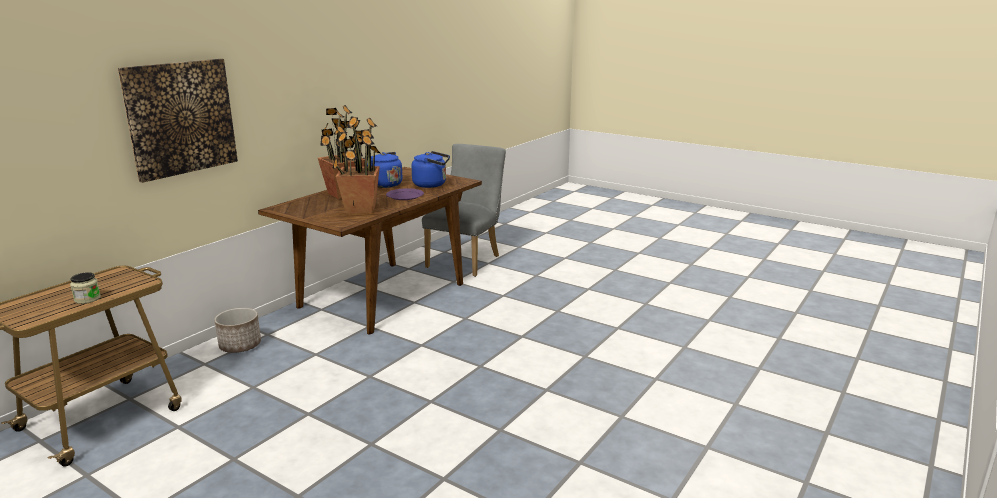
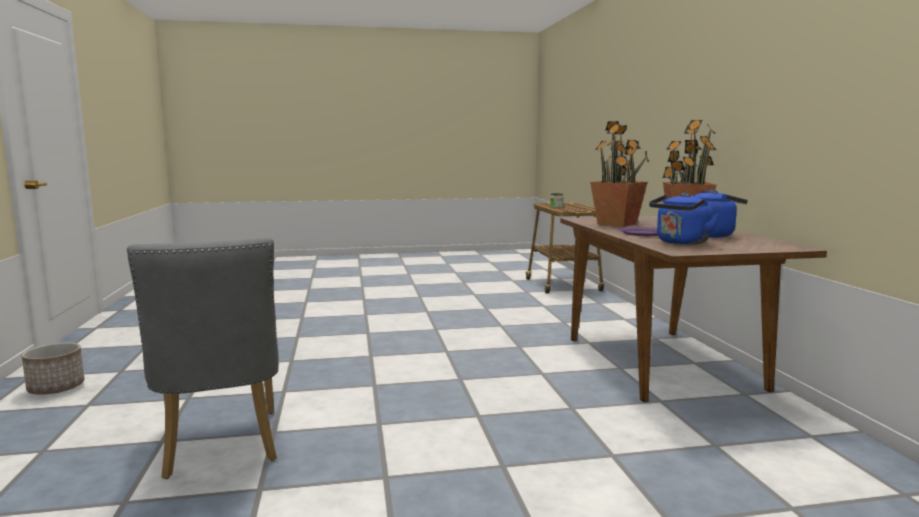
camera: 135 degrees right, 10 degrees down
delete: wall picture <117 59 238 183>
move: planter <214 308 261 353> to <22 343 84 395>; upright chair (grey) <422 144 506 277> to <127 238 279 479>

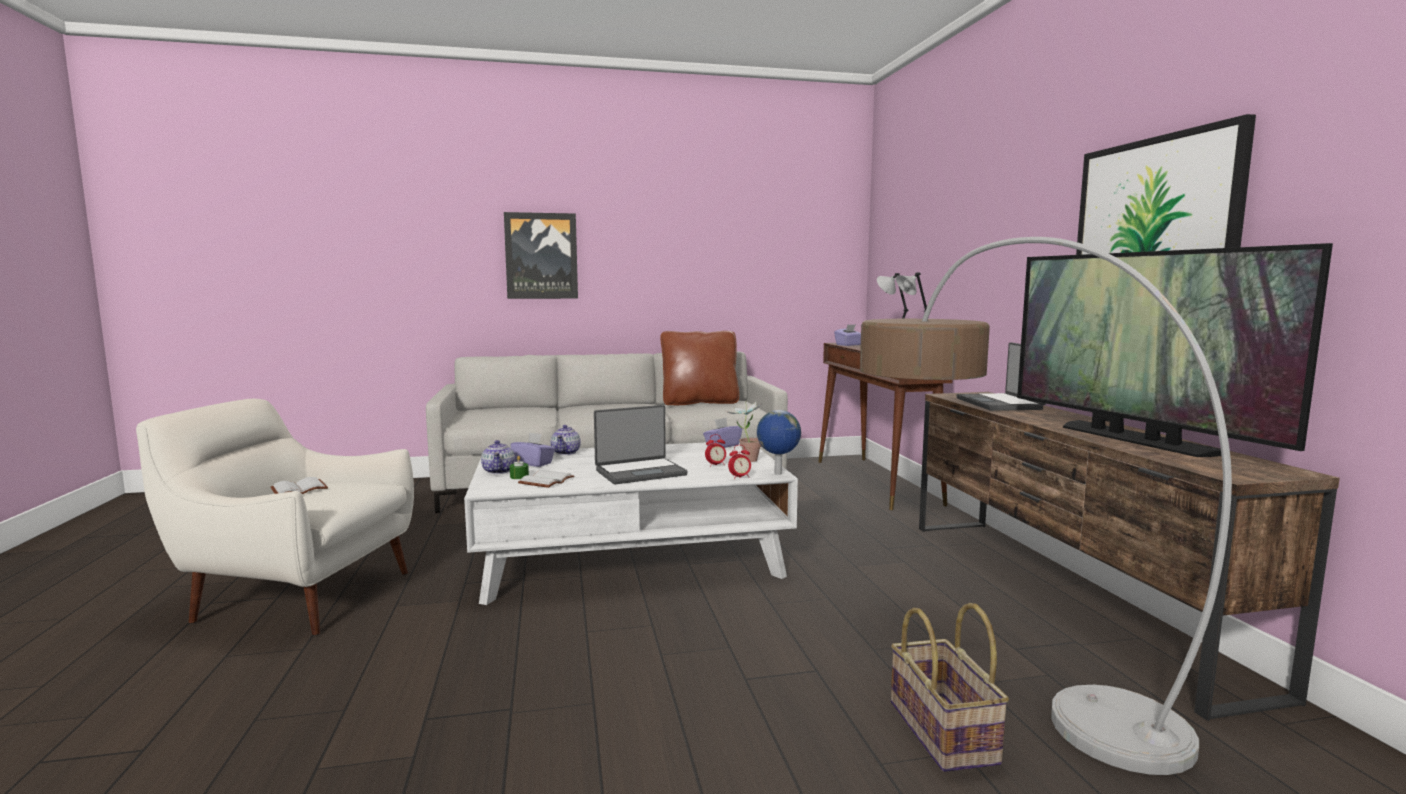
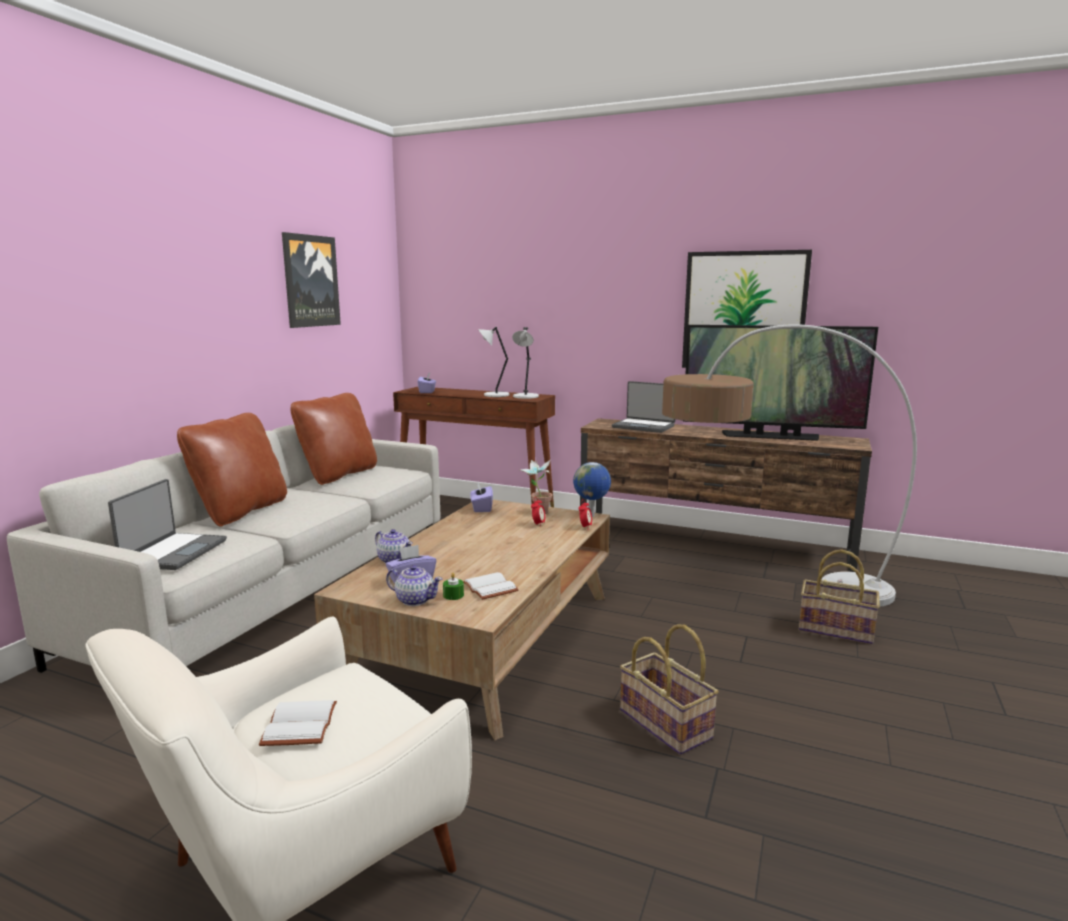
camera: 55 degrees left, 5 degrees up
insert: cushion (brownish) <177 413 287 527>; basket <620 624 719 755>
move: wall picture <504 212 578 299> to <282 232 341 328>; notebook computer <594 405 688 484> to <108 479 227 570>
recolor: coffee table (white-coloured) <464 442 798 605> to coffee table (brownish) <314 500 610 740>

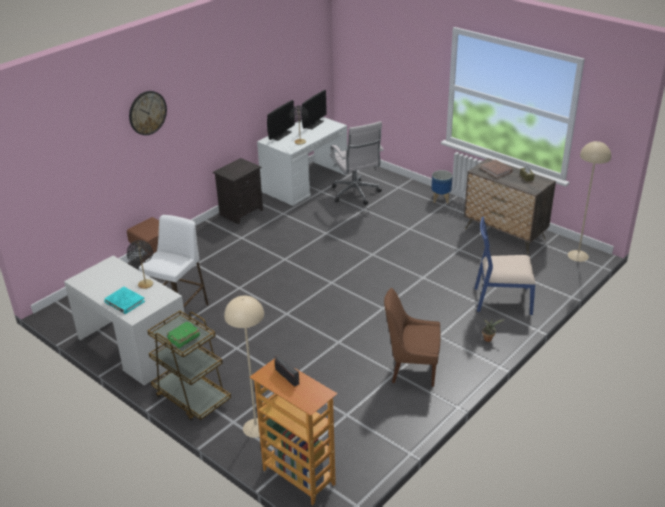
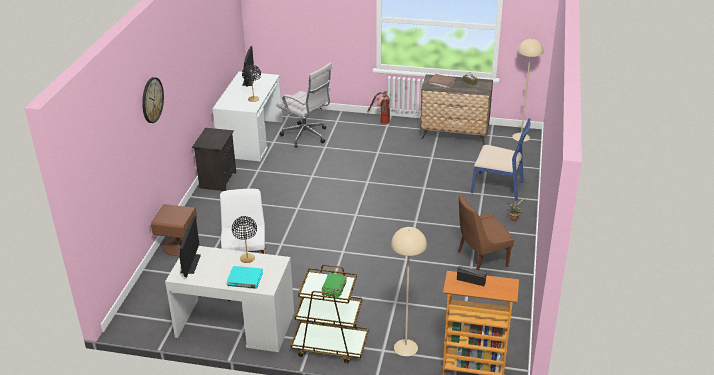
camera: 30 degrees left, 0 degrees up
move: computer screen <267 100 295 141> to <180 216 201 277>
replace: planter <431 170 453 204> to extinguisher <367 91 390 124>
rotate: upright chair (blue-coloured) <474 216 536 315> = <471 118 531 200> 135 degrees counterclockwise

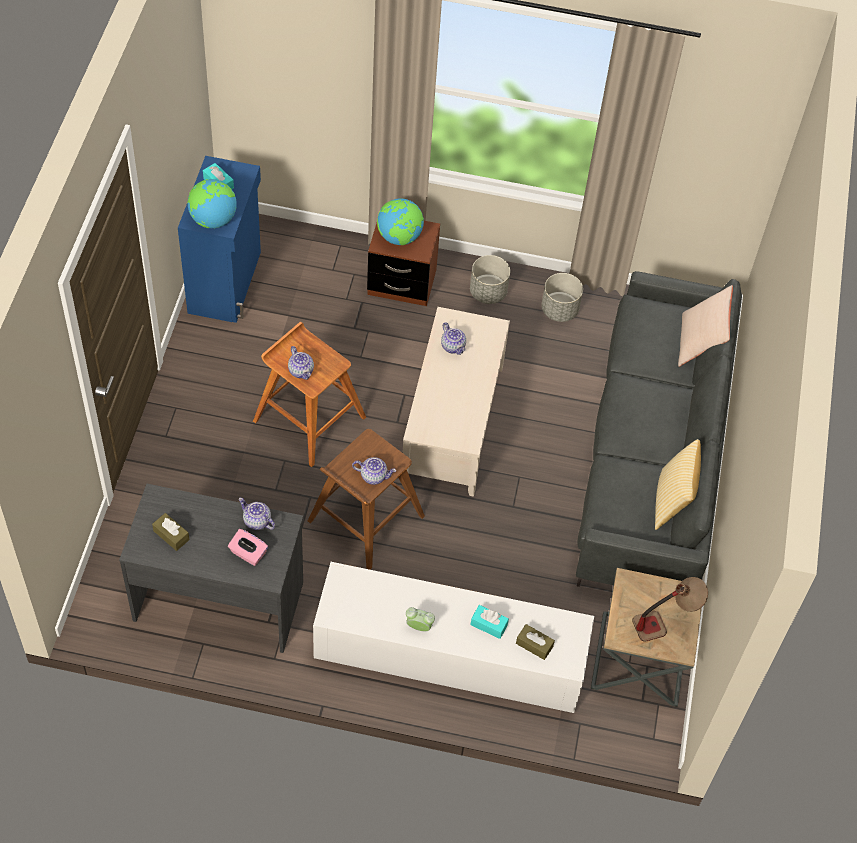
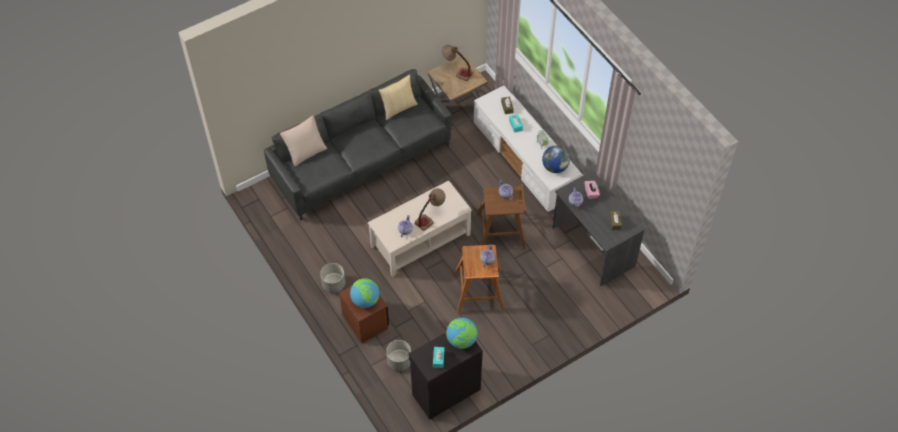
camera: 130 degrees left, 0 degrees up
insert: table lamp <415 188 445 231>; globe <542 146 570 173>
move: planter (grey) <542 273 583 322> to <386 340 411 371>
recolor: storage cabinet (blue-coloured) <178 156 261 323> to storage cabinet (black-coloured) <409 333 483 420>

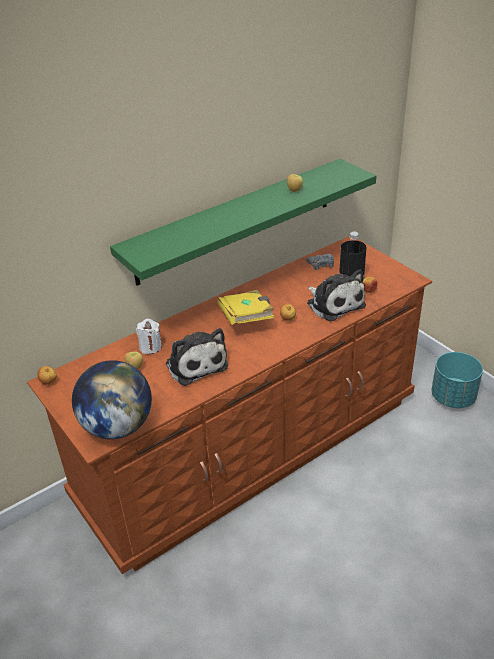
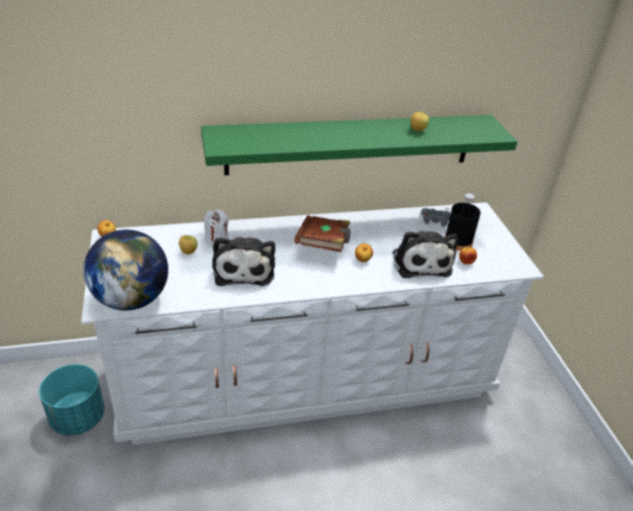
camera: 20 degrees right, 0 degrees up
move: planter (blue-green) <432 352 483 408> to <39 364 105 435>
recolor: dresser (brownish) <27 236 432 574> to dresser (white-coloured) <81 202 544 445>; bound book (yellowish) <217 290 274 325> to bound book (brownish) <294 215 350 252>

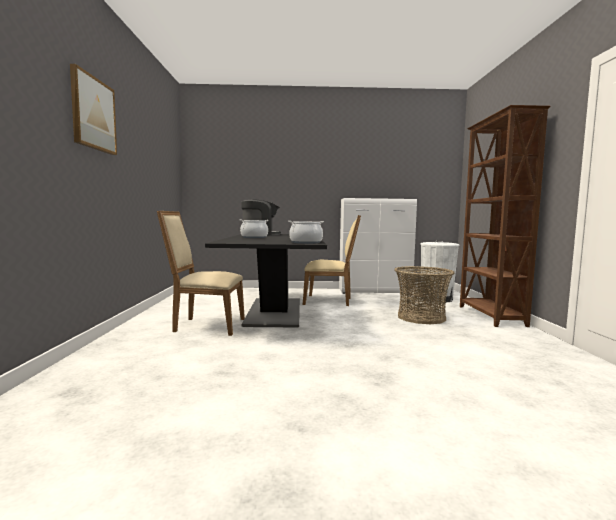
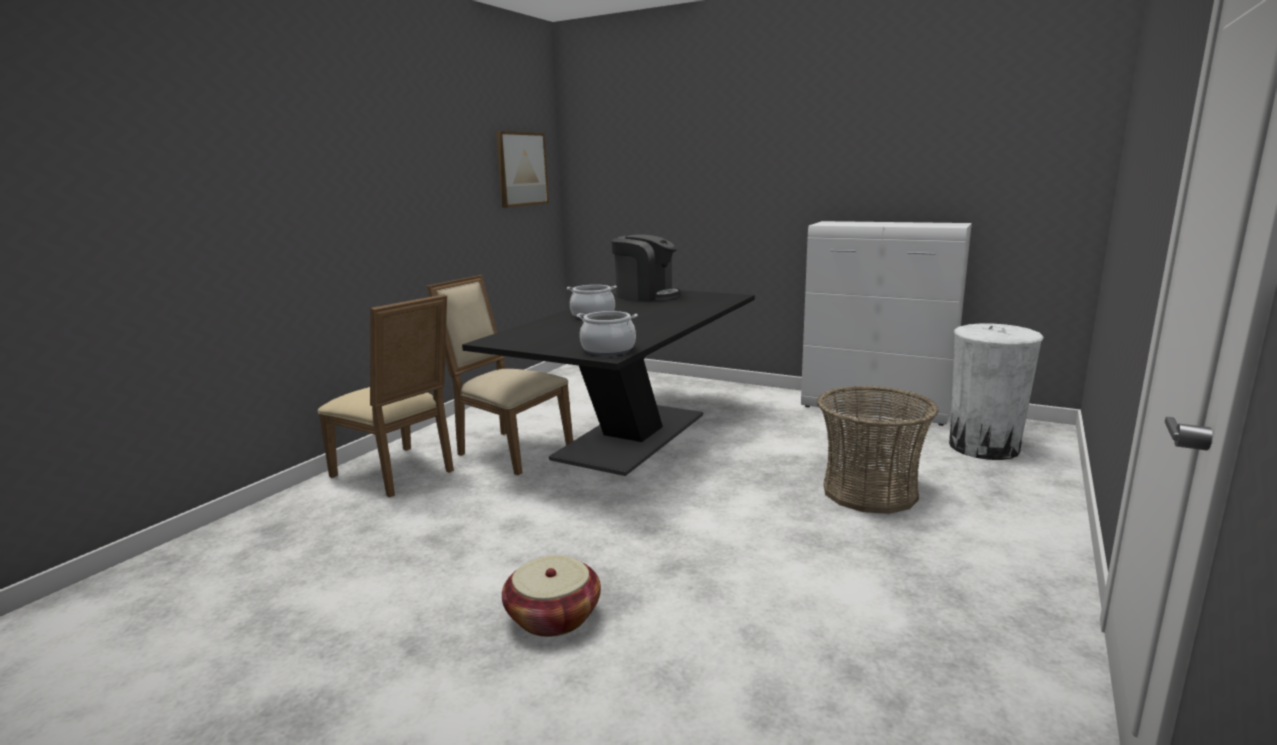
camera: 30 degrees right, 10 degrees up
delete: bookcase (brownish) <460 105 550 327>
insert: basket <502 555 601 637>
move: wall picture <70 64 117 155> to <496 131 549 208>; upright chair (beige-coloured) <303 215 361 306> to <318 294 454 498>

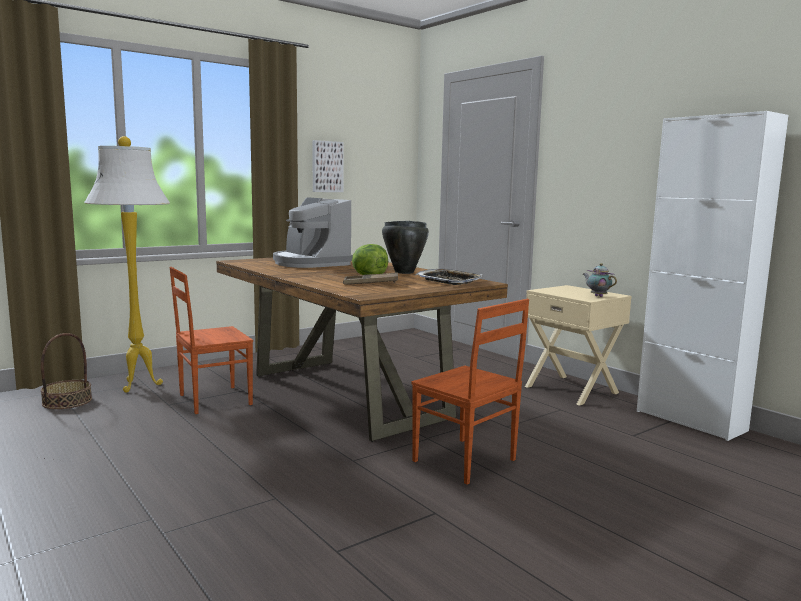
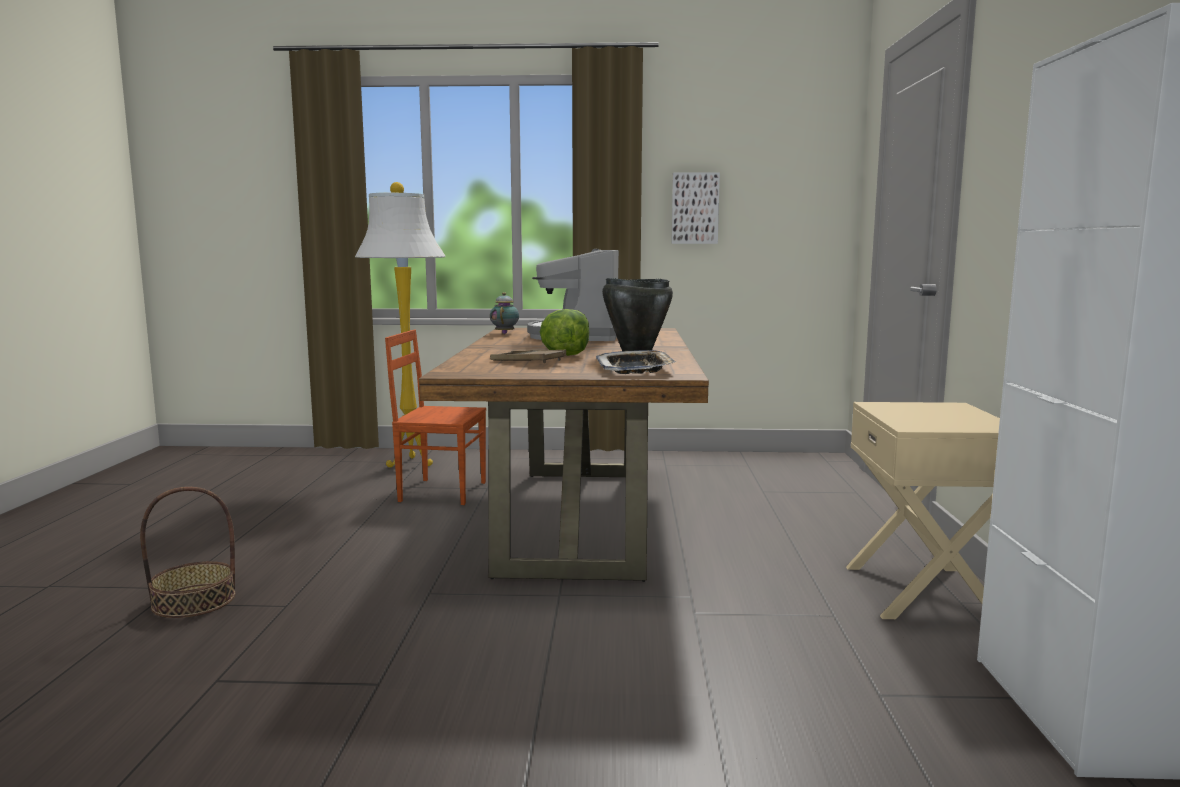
camera: 40 degrees right, 0 degrees up
delete: upright chair (brownish) <411 299 529 484>
move: basket <40 333 92 409> to <140 487 236 618>; teapot <583 263 617 297> to <490 292 519 334>

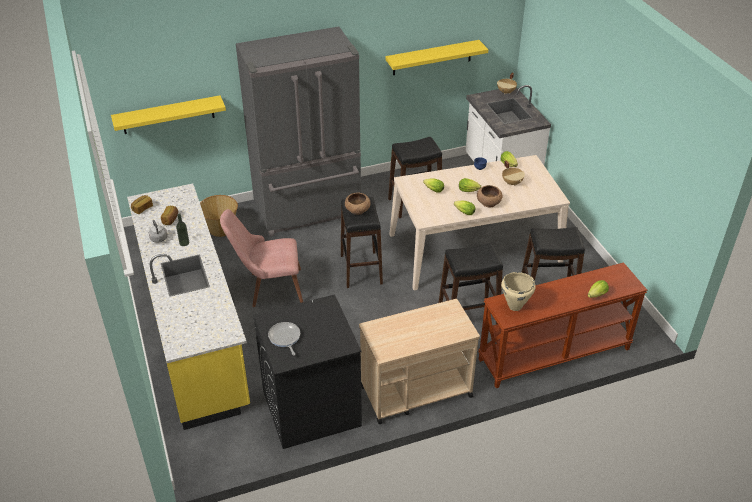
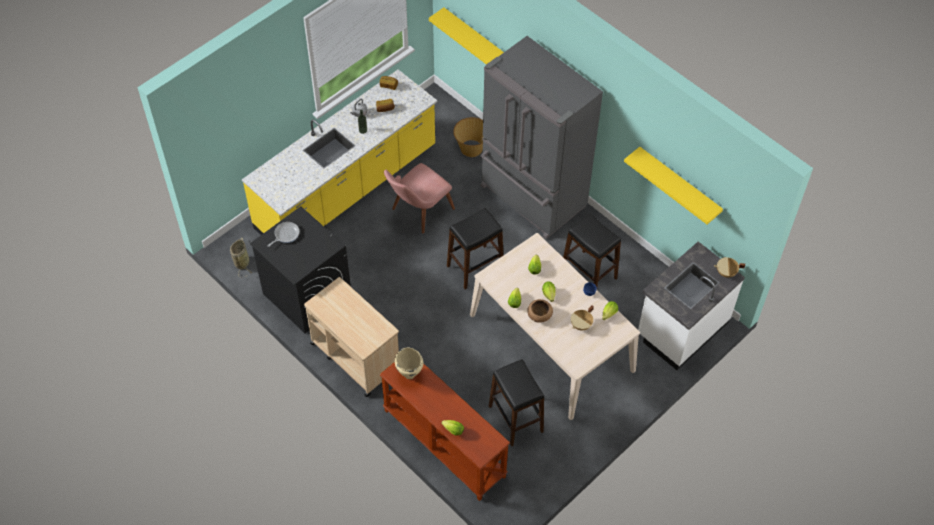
camera: 65 degrees right, 15 degrees up
delete: deep dish (brownish) <345 193 371 215>; stool (black-coloured) <438 243 503 324>
insert: basket <230 238 253 278>
rotate: upright chair (pinkish) <220 209 303 307> = <384 163 455 234> 105 degrees counterclockwise

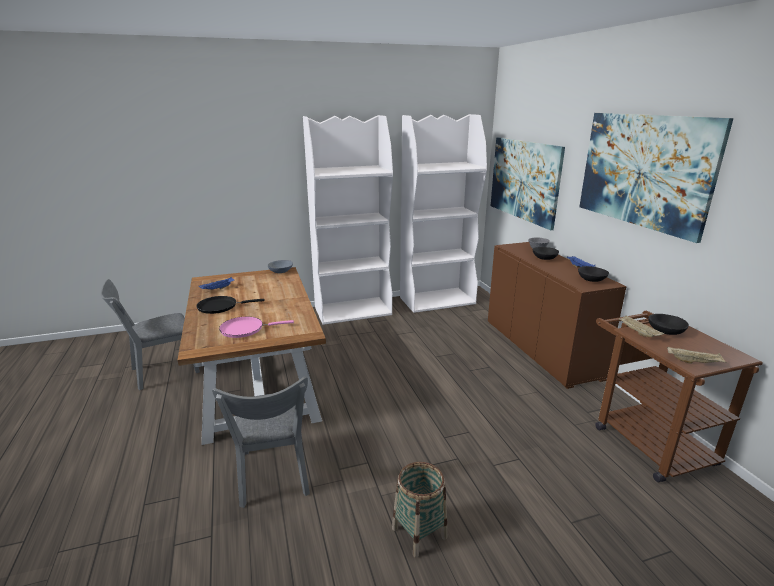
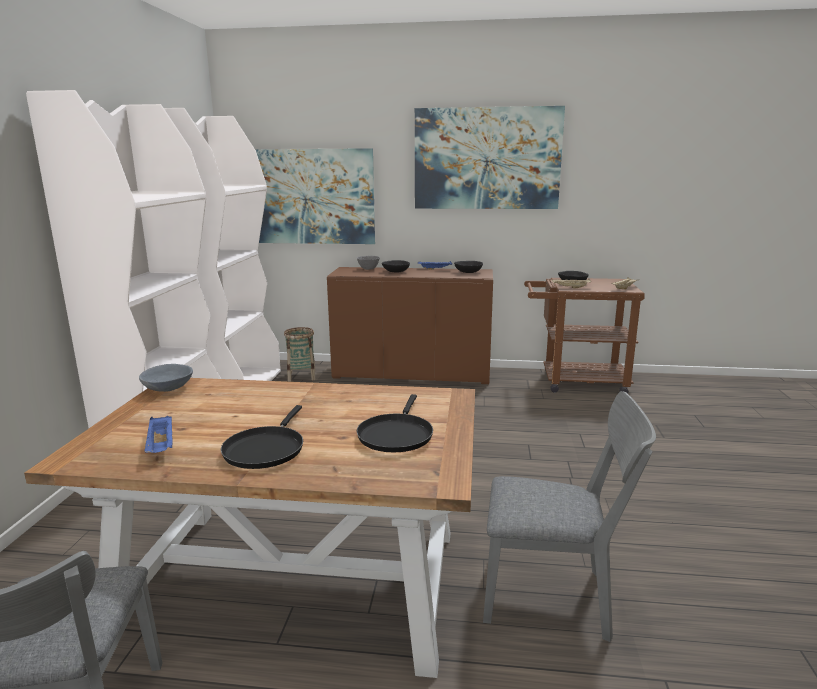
camera: 65 degrees left, 5 degrees down
move: basket <392 462 447 558> to <284 327 316 382>
recolor: pan (pinkish) <219 317 294 338> to pan (black-coloured) <357 394 433 452>

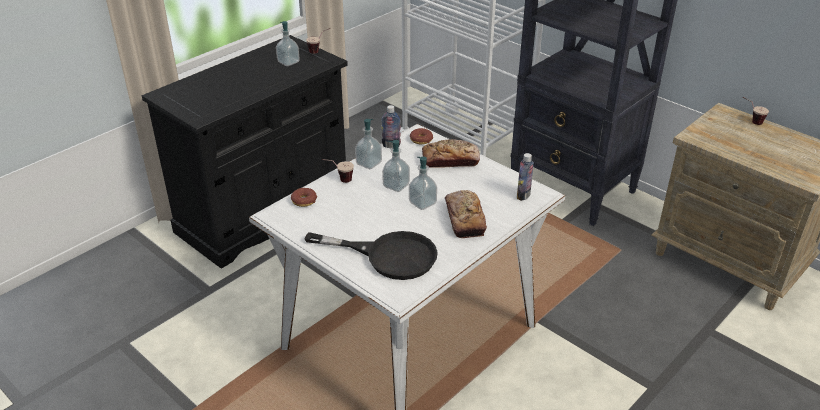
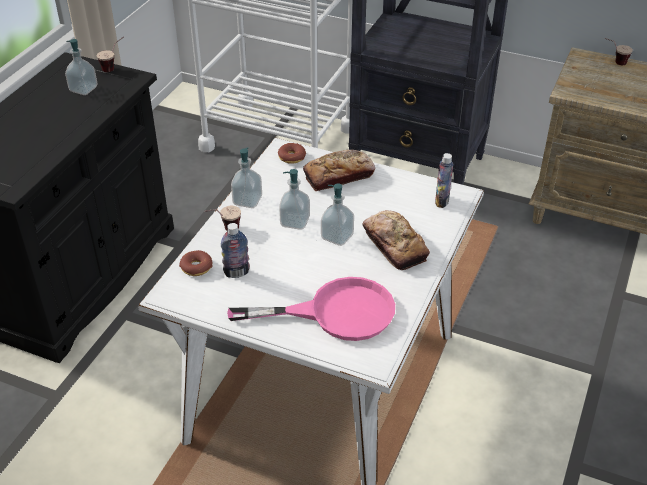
camera: 20 degrees left, 5 degrees up
move: bottle <381 105 401 148> to <221 223 250 278>
recolor: pan (black-coloured) <305 231 438 280> to pan (pinkish) <227 277 395 341>

